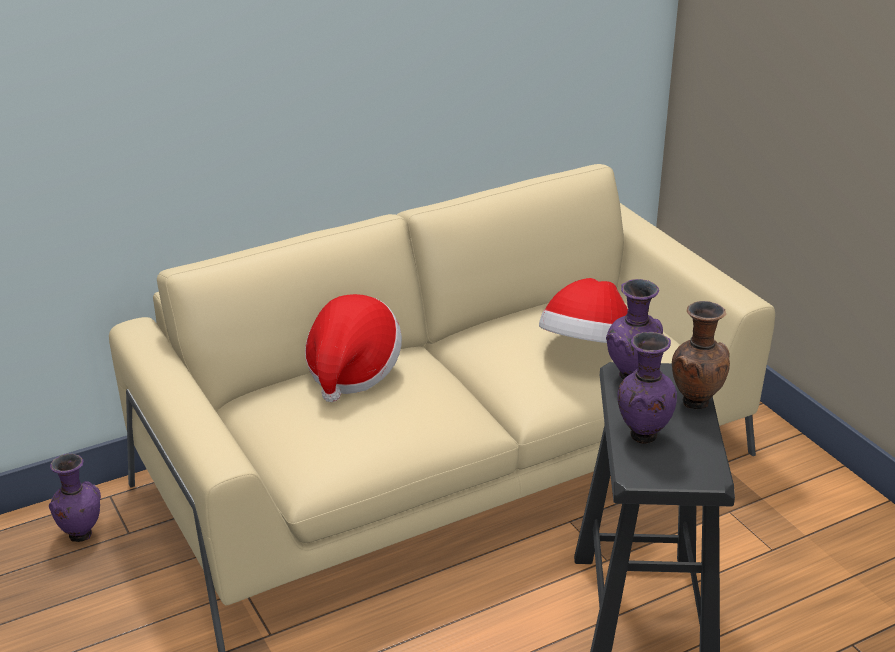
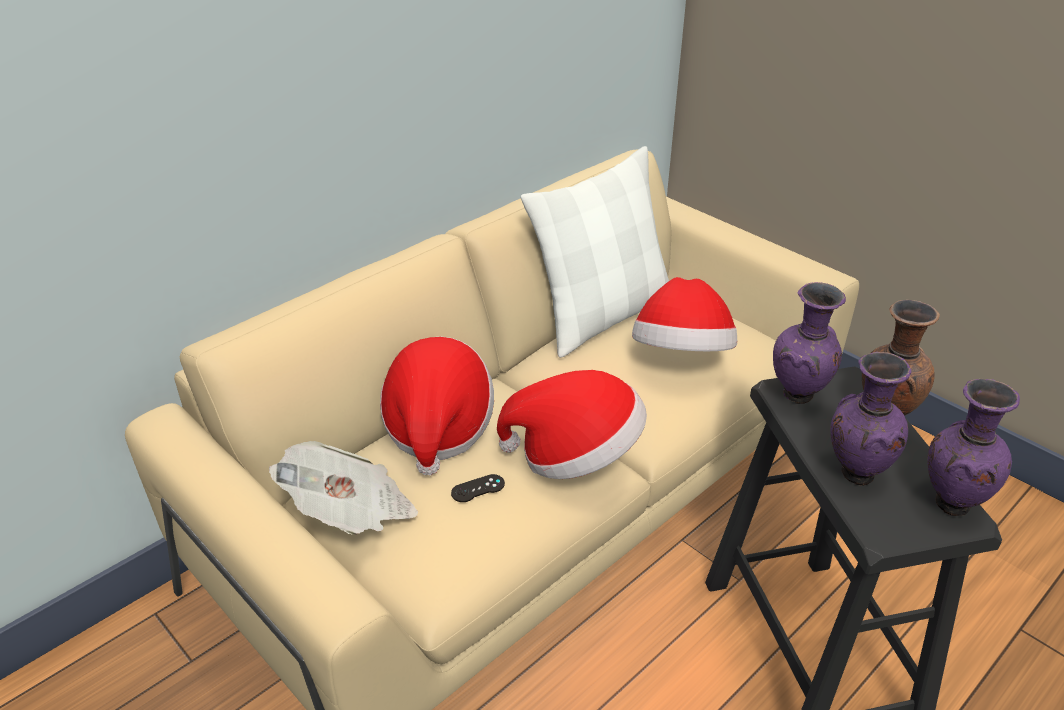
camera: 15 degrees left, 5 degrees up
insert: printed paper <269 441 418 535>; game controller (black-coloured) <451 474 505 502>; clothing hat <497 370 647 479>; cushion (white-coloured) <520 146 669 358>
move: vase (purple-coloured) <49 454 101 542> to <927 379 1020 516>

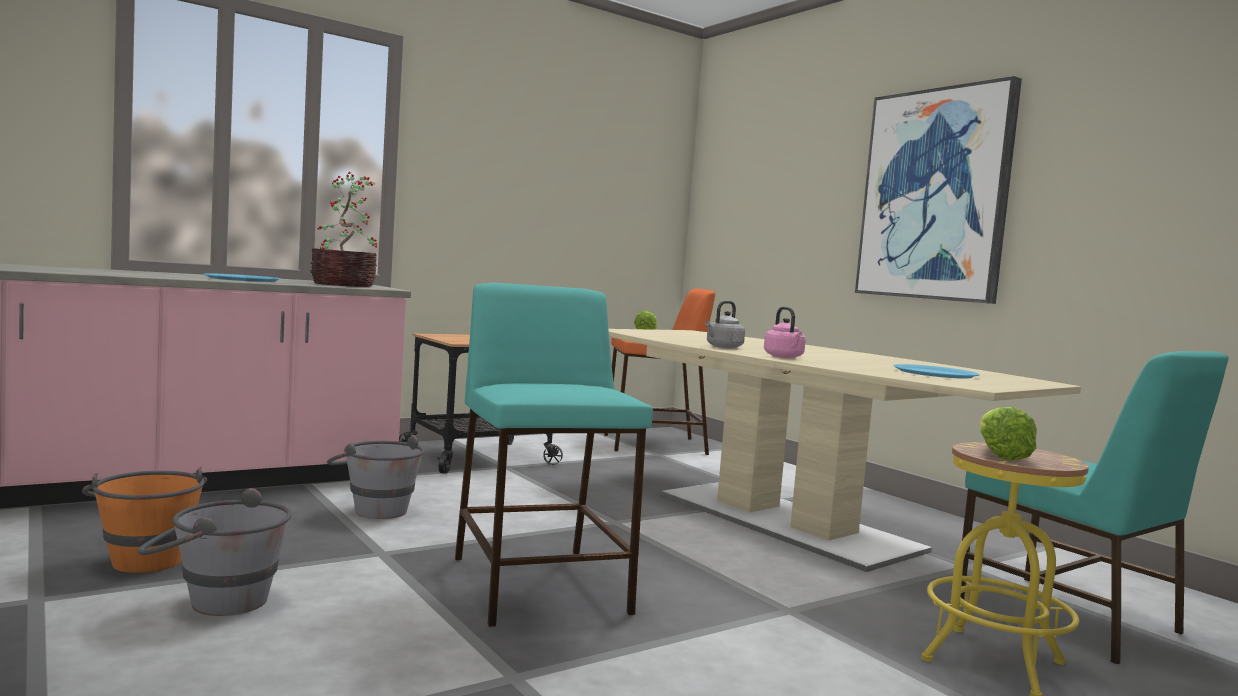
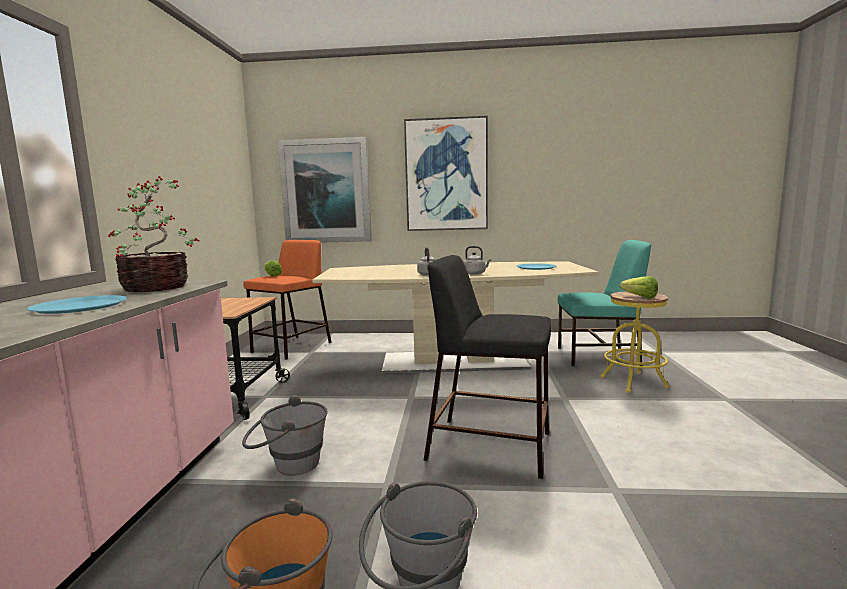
camera: 50 degrees left, 5 degrees up
insert: wall picture <278 137 372 243>
recolor: stool (blue-green) <455 283 653 627> to stool (black-coloured) <423 255 551 479>; tea kettle (pinkish) <764 307 806 358> to tea kettle (grey) <463 246 491 275>

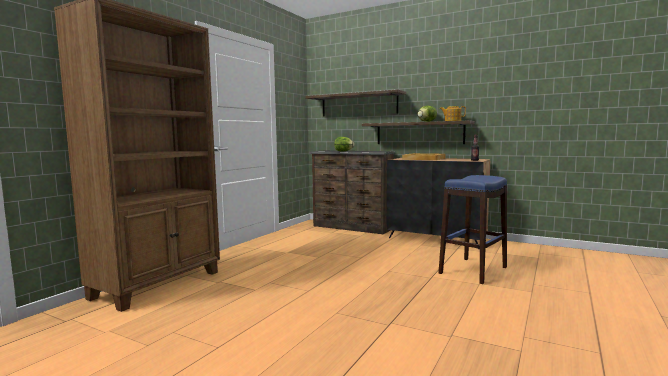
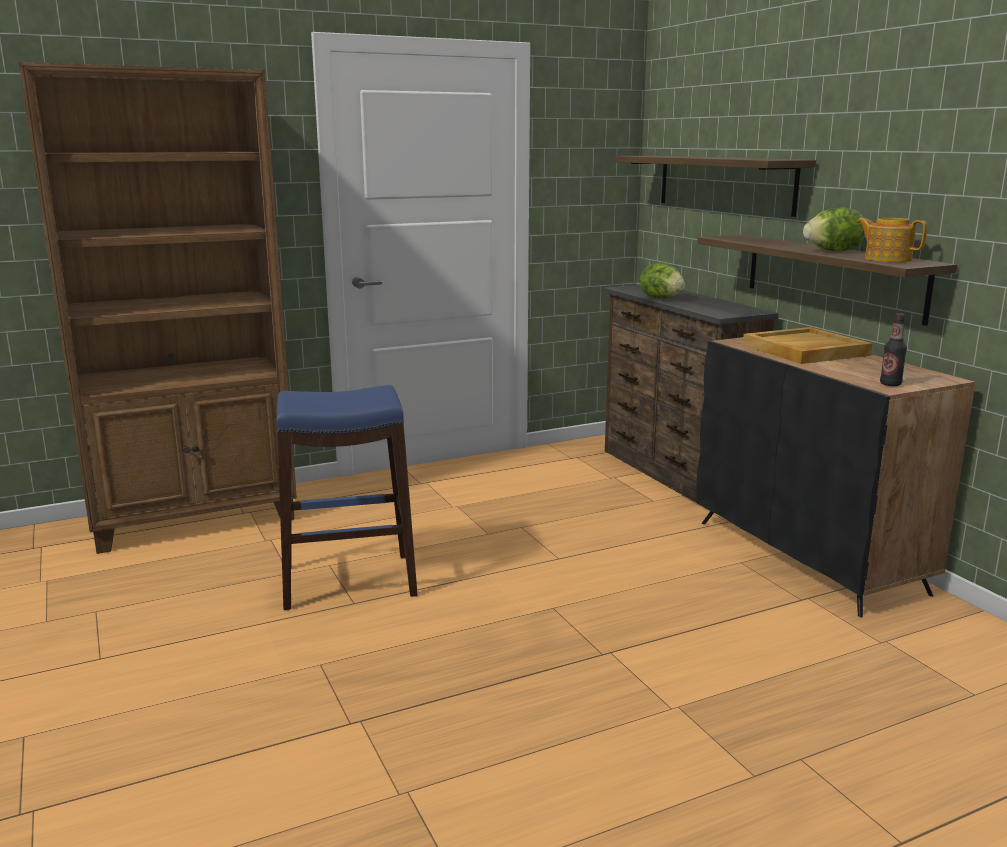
camera: 35 degrees right, 10 degrees up
move: stool (blue-coloured) <438 175 507 284> to <276 385 418 610>

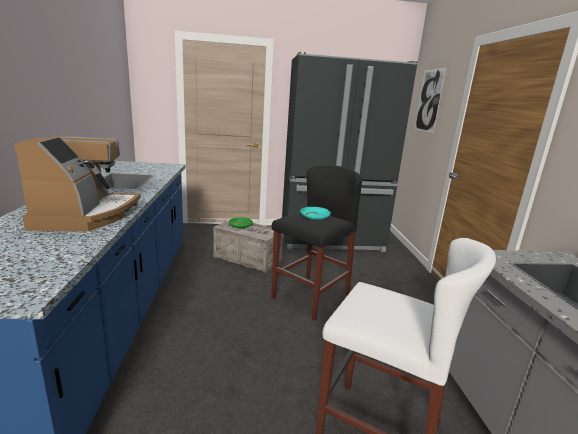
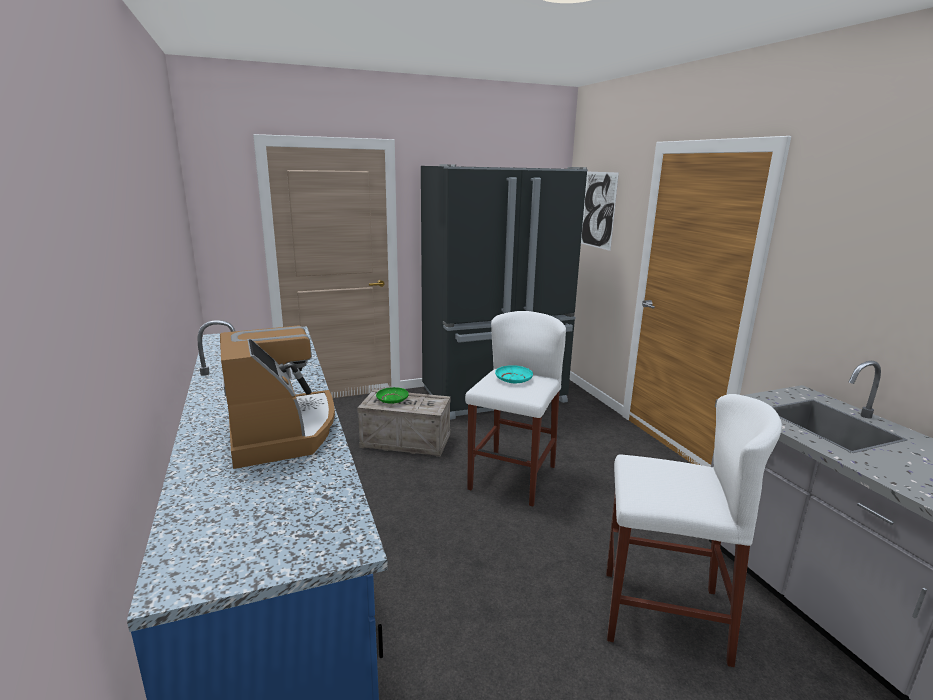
camera: 15 degrees left, 0 degrees up
recolor: stool (black-coloured) <271 165 362 321> to stool (white-coloured) <465 311 566 507>

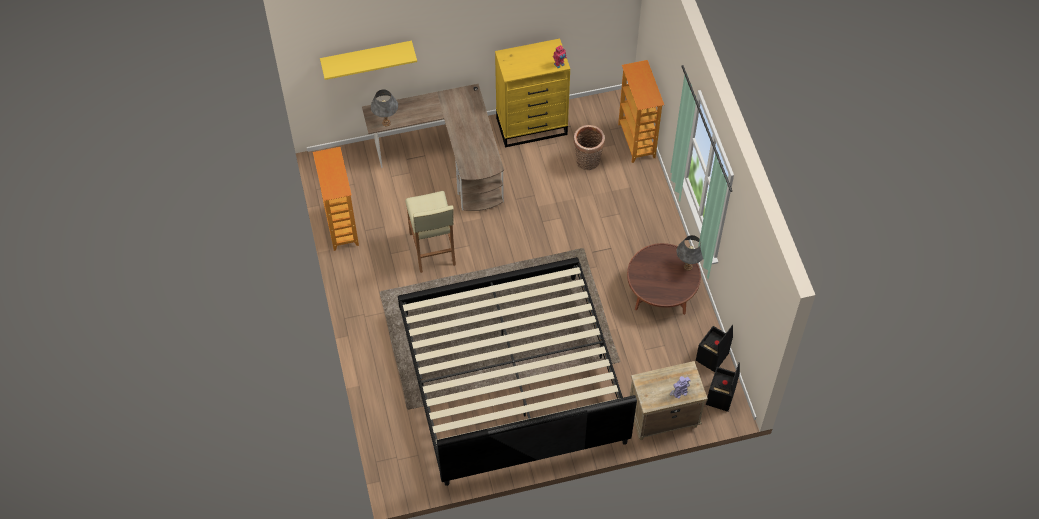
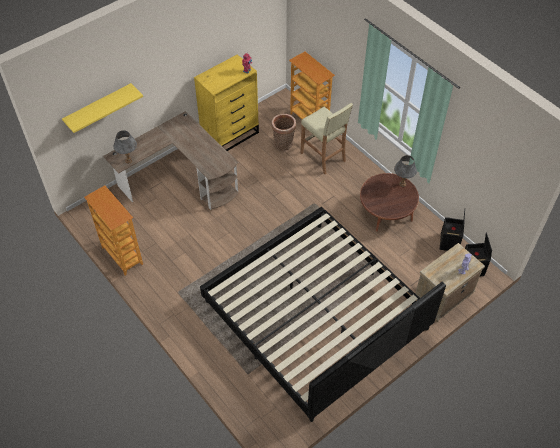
camera: 25 degrees left, 5 degrees down
move: stool (beige-coloured) <405 191 456 273> to <301 103 353 174>

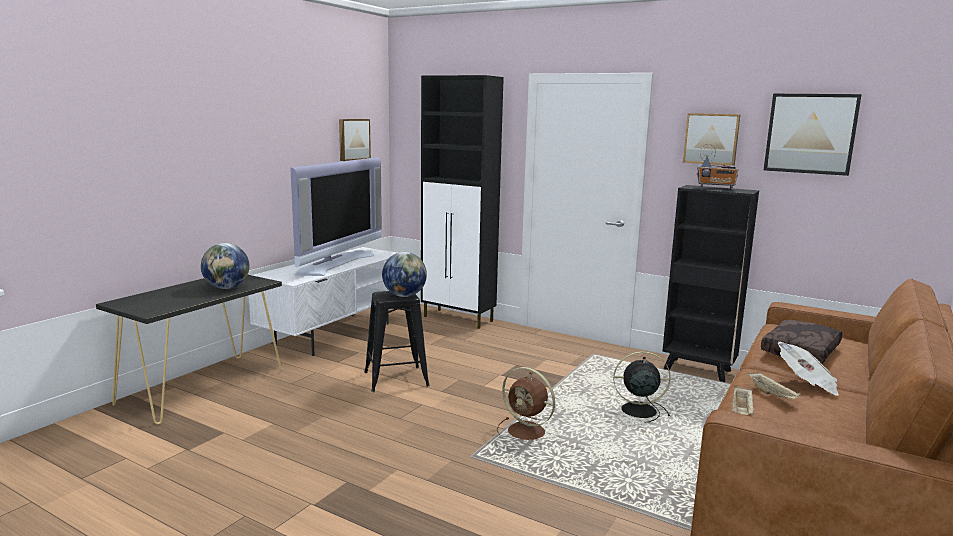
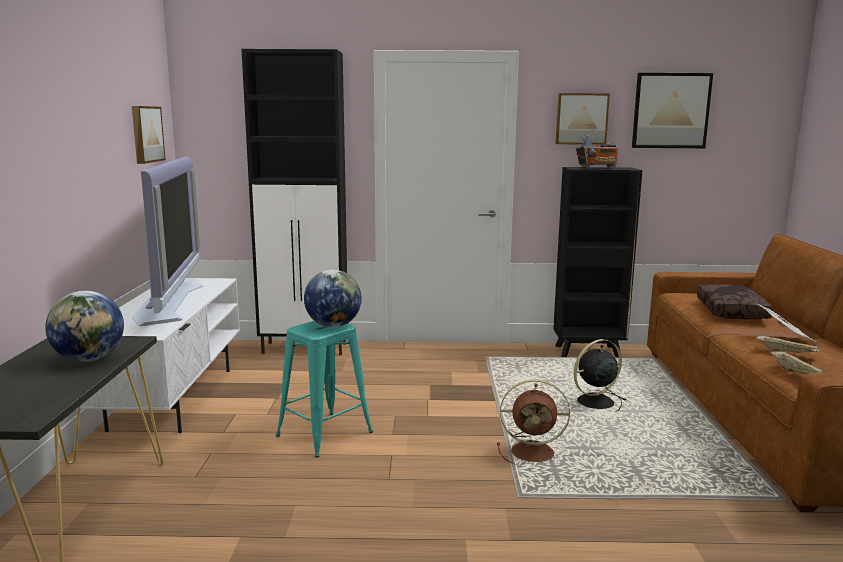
camera: 30 degrees left, 0 degrees up
recolor: stool (black-coloured) <364 291 430 392> to stool (blue-green) <276 321 373 458>

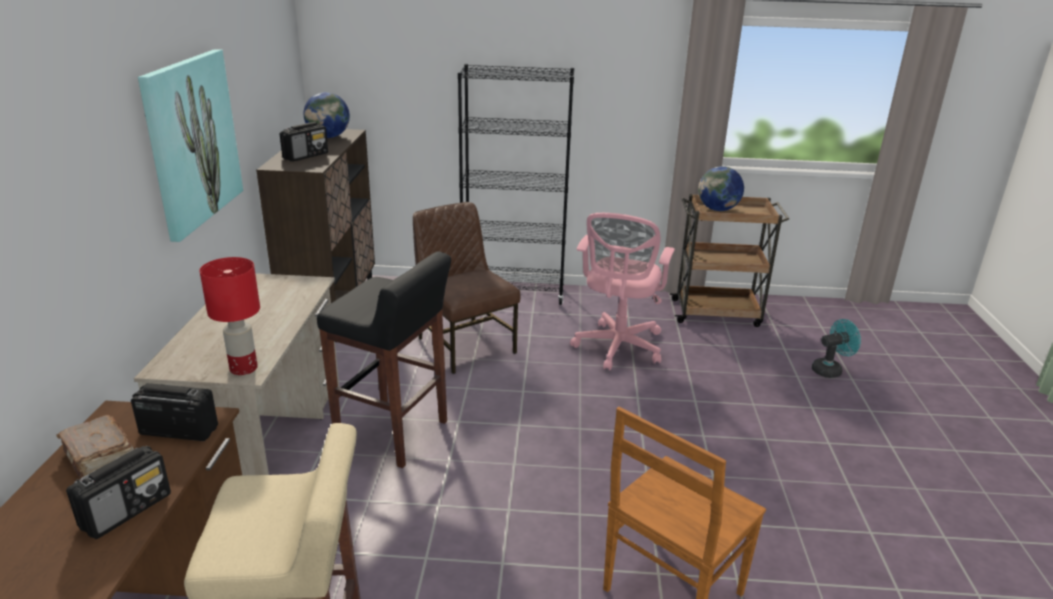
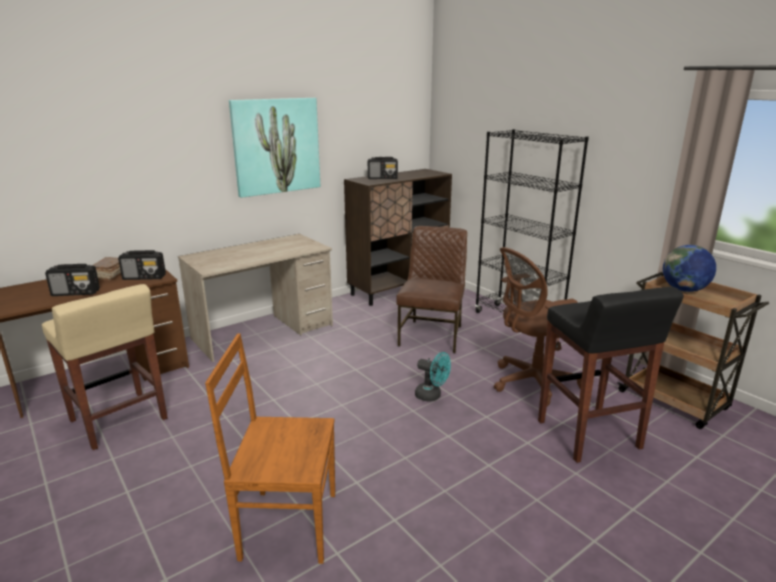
camera: 50 degrees right, 5 degrees down
delete: table lamp (red-coloured) <200 257 260 375>; globe <304 92 350 138>
move: stool (black-coloured) <317 251 451 468> to <538 287 684 463>; fan (blue-green) <812 319 861 378> to <415 352 451 402>
recolor: computer chair (pinkish) <570 213 675 370> to computer chair (brownish) <494 247 582 406>
rotate: radio set <131 383 218 441> = <118 250 166 280> 120 degrees clockwise

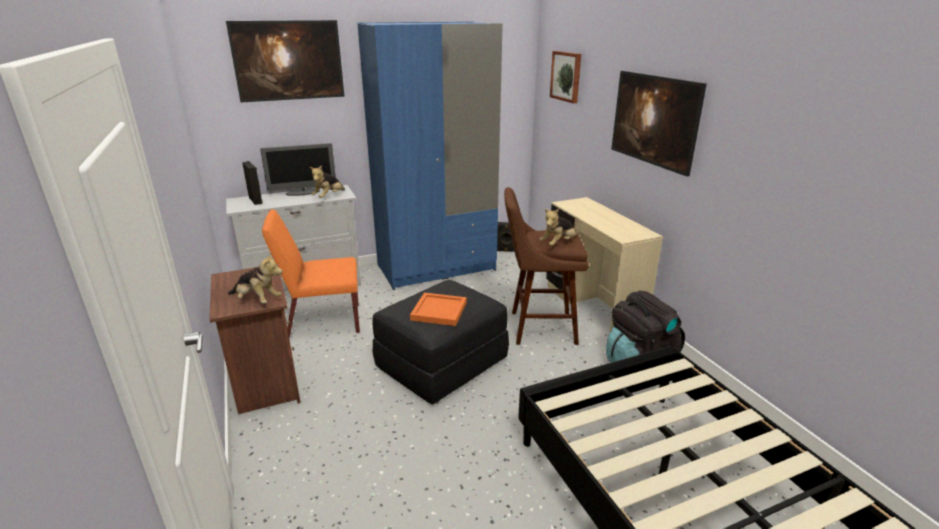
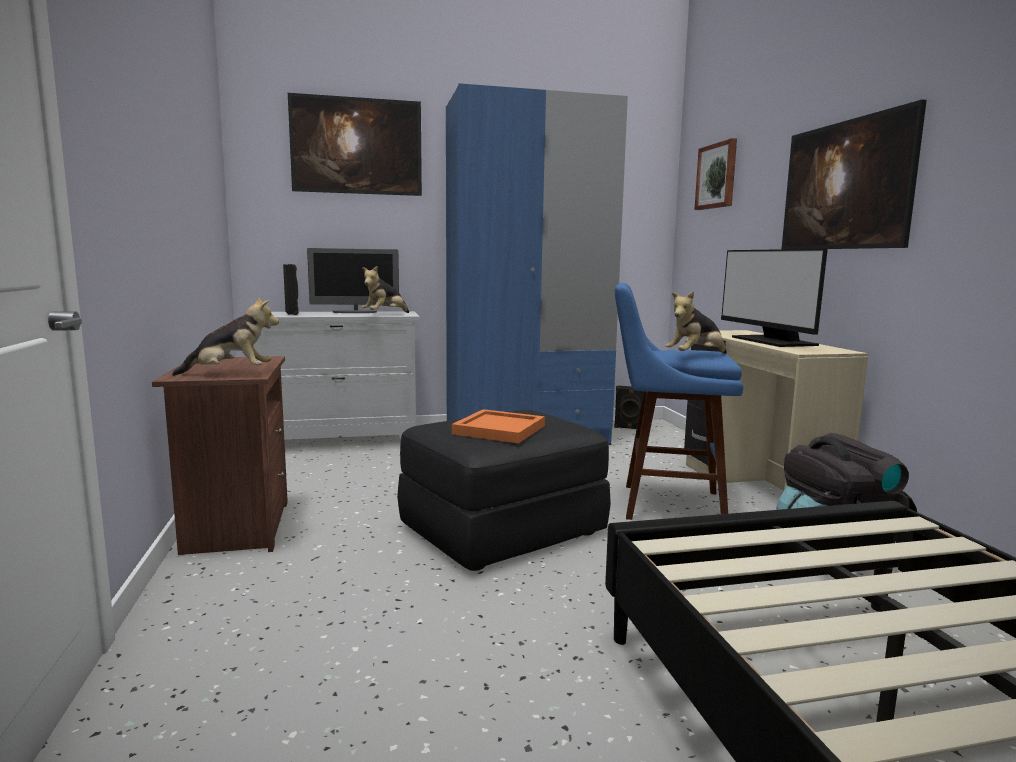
camera: 10 degrees right, 15 degrees down
delete: upright chair (orange-coloured) <262 209 360 338>
insert: computer screen <721 249 828 347>
recolor: stool (brownish) <504 187 589 345> to stool (blue-coloured) <615 283 743 520>
rotate: plush toy <228 252 283 304> = <172 296 279 376> 45 degrees counterclockwise

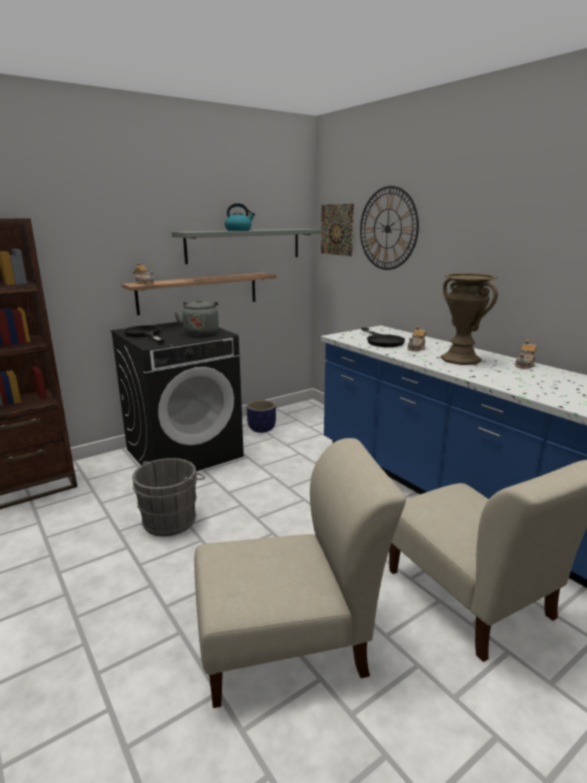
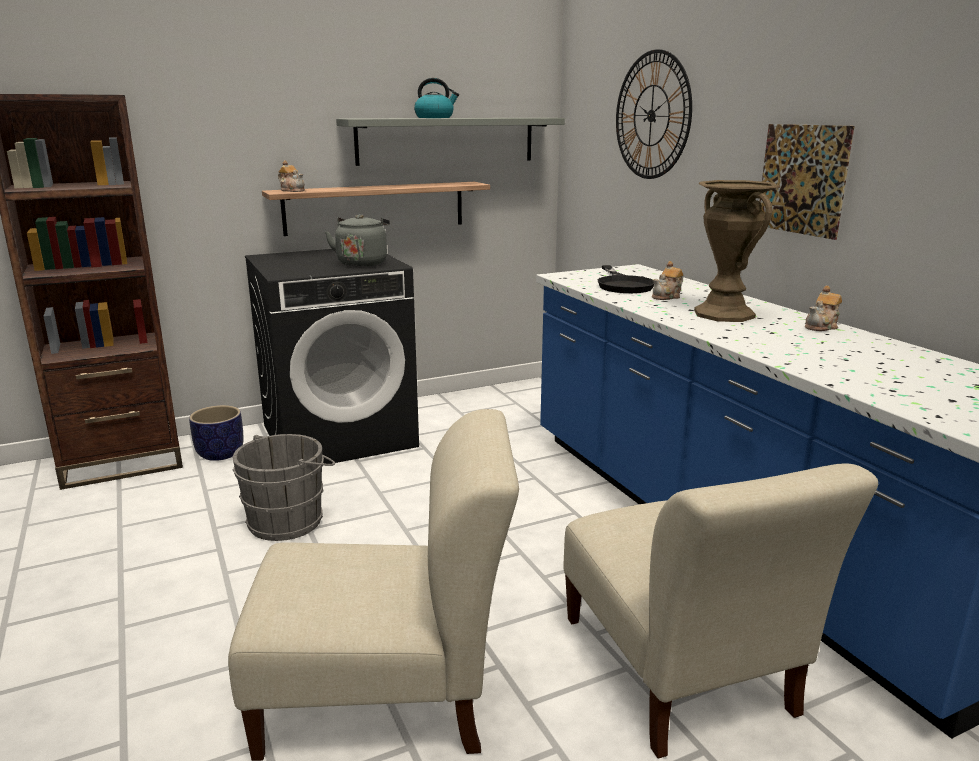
camera: 10 degrees right, 0 degrees up
delete: pan (black-coloured) <123 325 165 343>
move: planter <247 400 276 433> to <189 405 243 461>; wall picture <321 204 354 256> to <759 124 855 240>

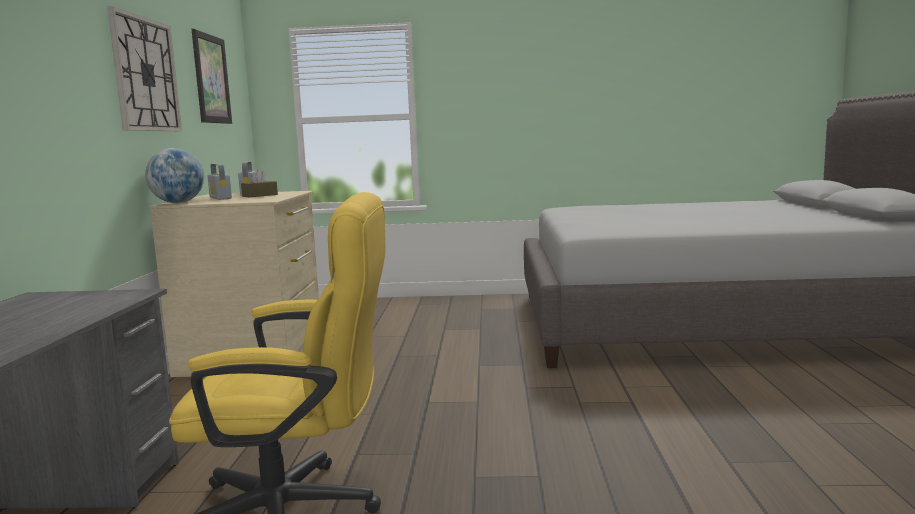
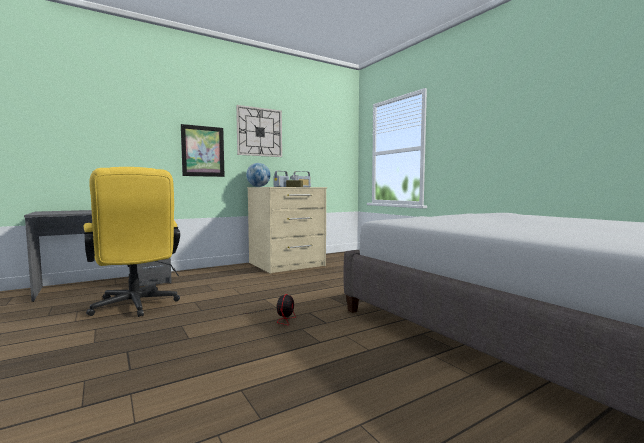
camera: 55 degrees right, 5 degrees down
insert: fan <254 294 296 326>
move: wall picture <191 29 232 124> to <181 124 225 177>

